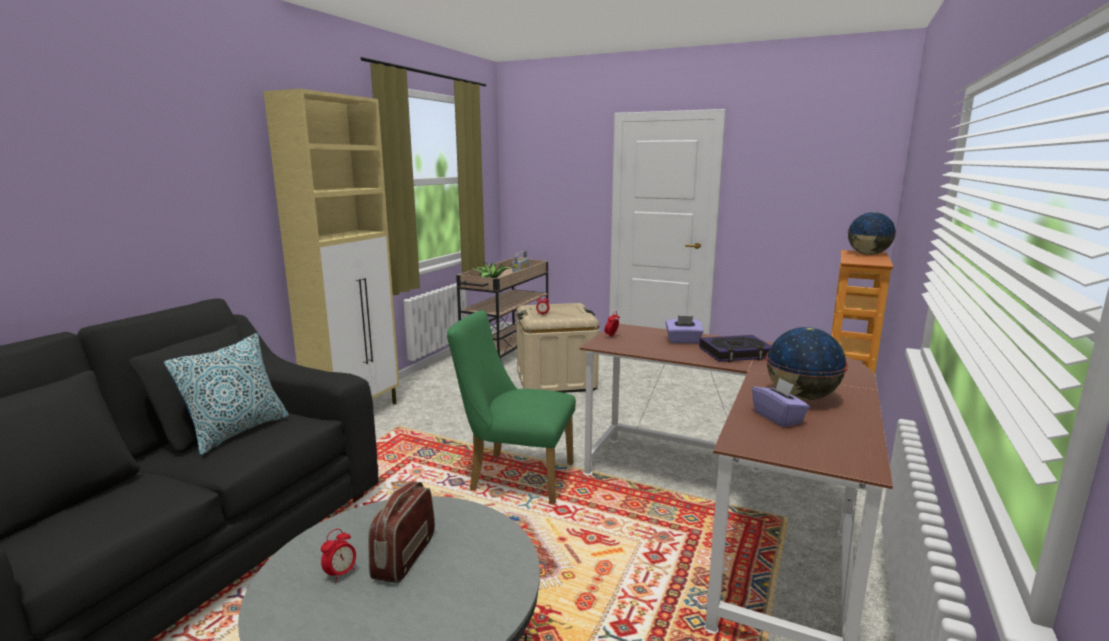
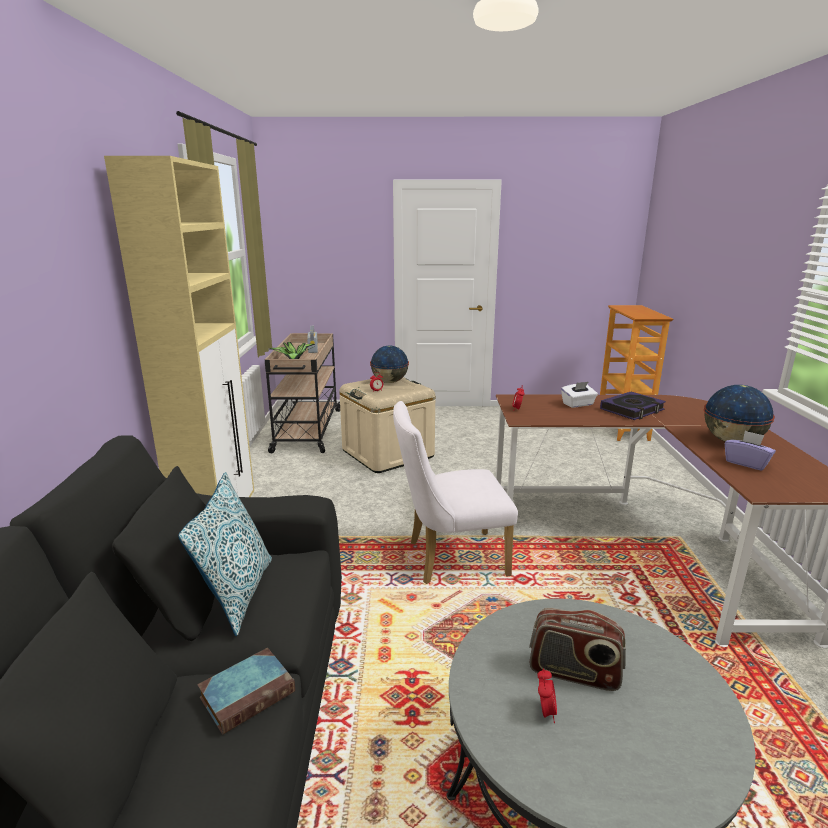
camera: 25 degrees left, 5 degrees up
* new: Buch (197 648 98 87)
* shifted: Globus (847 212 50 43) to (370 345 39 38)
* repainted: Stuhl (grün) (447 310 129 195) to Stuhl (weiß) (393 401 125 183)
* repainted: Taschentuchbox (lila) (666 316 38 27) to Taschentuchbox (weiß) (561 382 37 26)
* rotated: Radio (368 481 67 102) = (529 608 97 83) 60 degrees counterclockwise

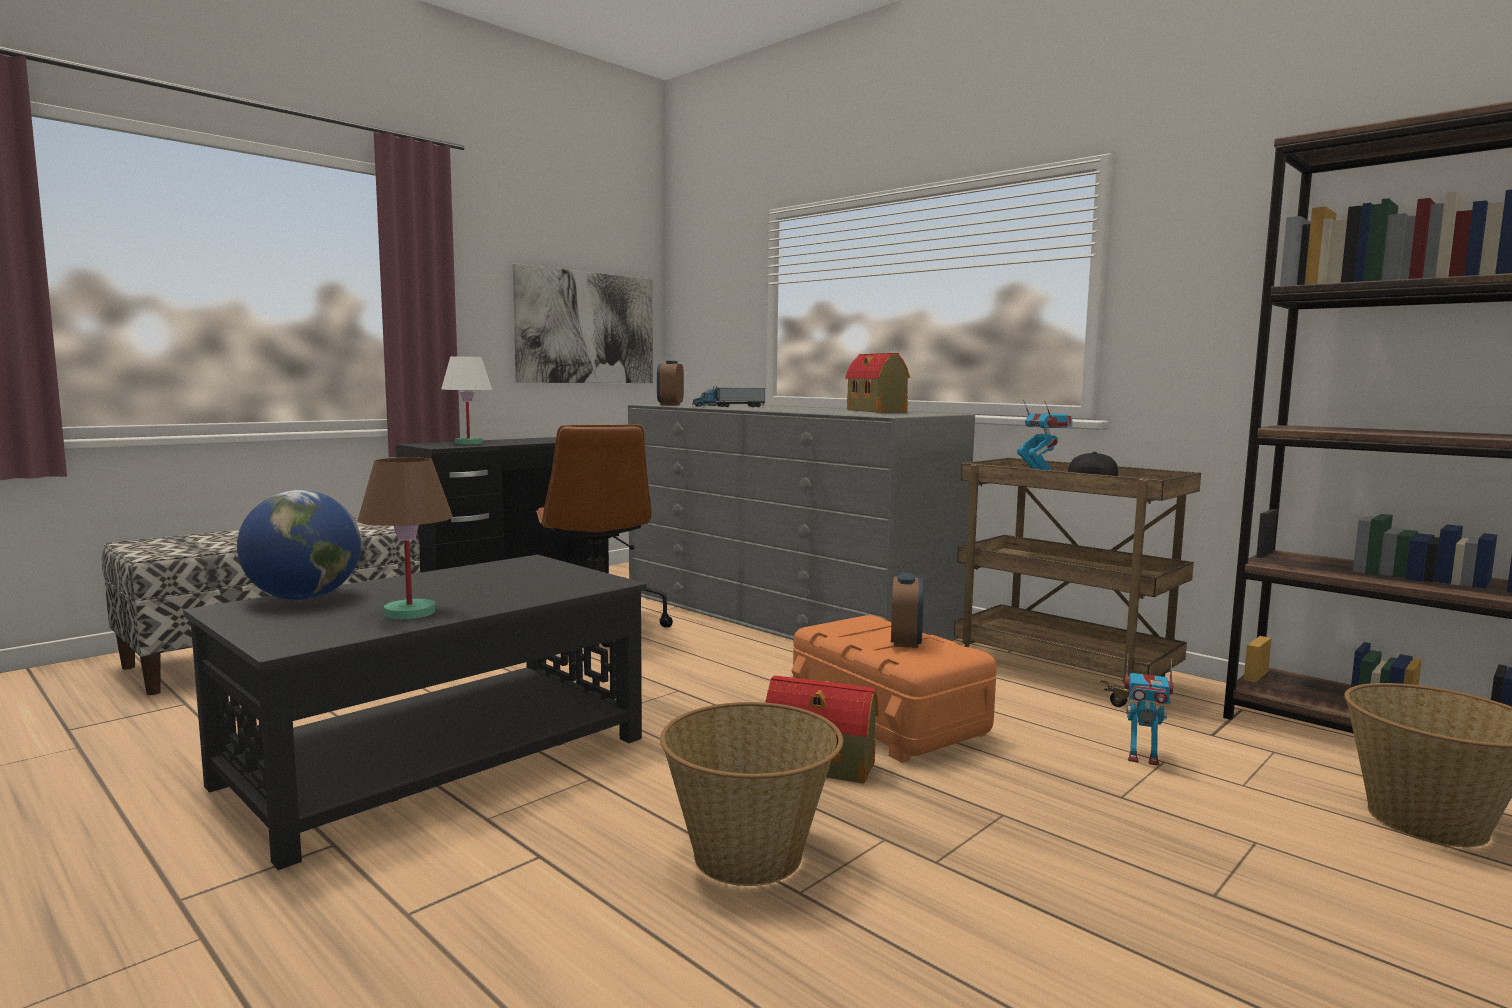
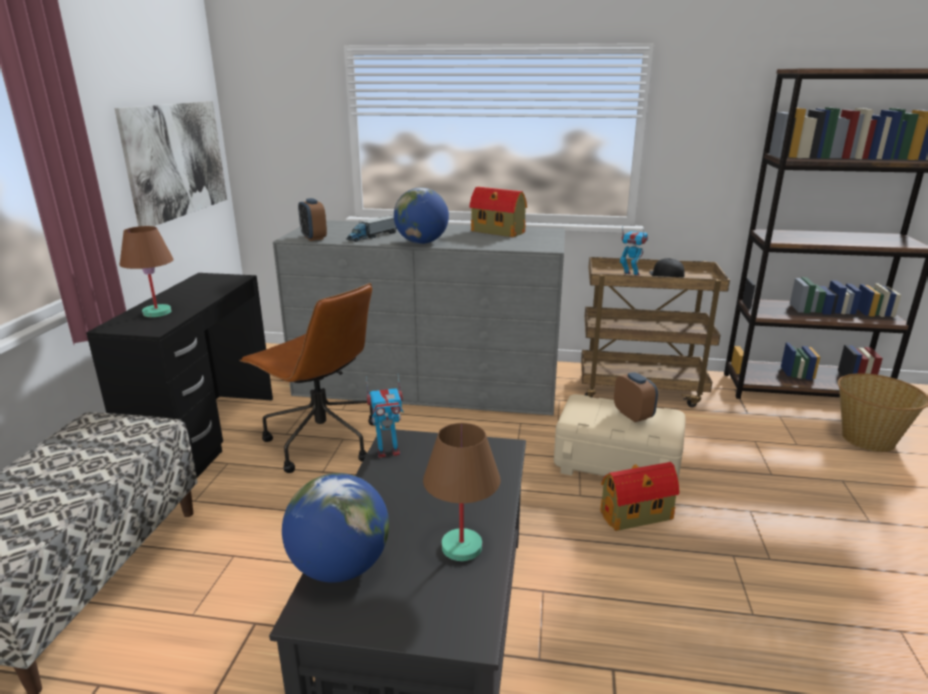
camera: 35 degrees left, 15 degrees up
* gone: Korb (660 702 183 184)
* new: Globus (394 188 55 56)
* shifted: Spielzeugroboter (1124 654 49 112) to (366 376 37 82)
* repainted: Tischlampe (weiß) (441 356 51 88) to Tischlampe (braun) (120 226 54 91)
* repainted: Aufbewahrungsbox (orange) (791 615 206 148) to Aufbewahrungsbox (beige) (554 394 132 86)

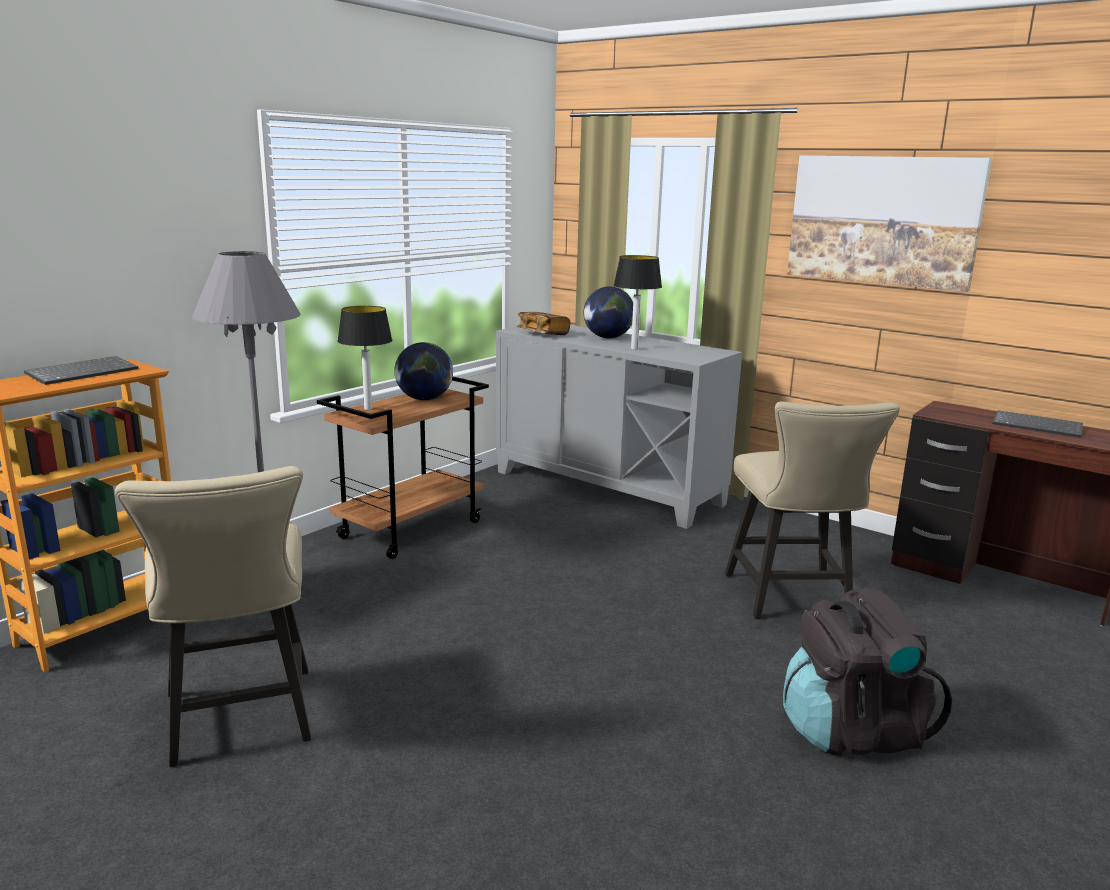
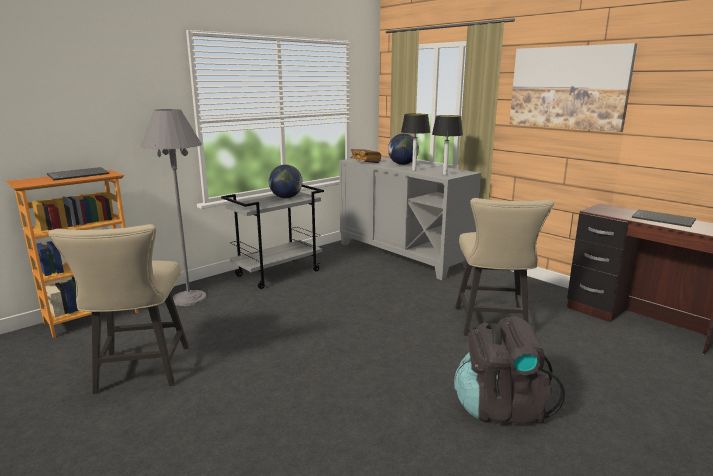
camera: 10 degrees right, 0 degrees up
* shifted: Tischlampe (337 306 55 104) to (432 115 31 60)
* repainted: Rollwagen (braun) (317 377 172 182) to Rollwagen (grau) (221 185 103 104)

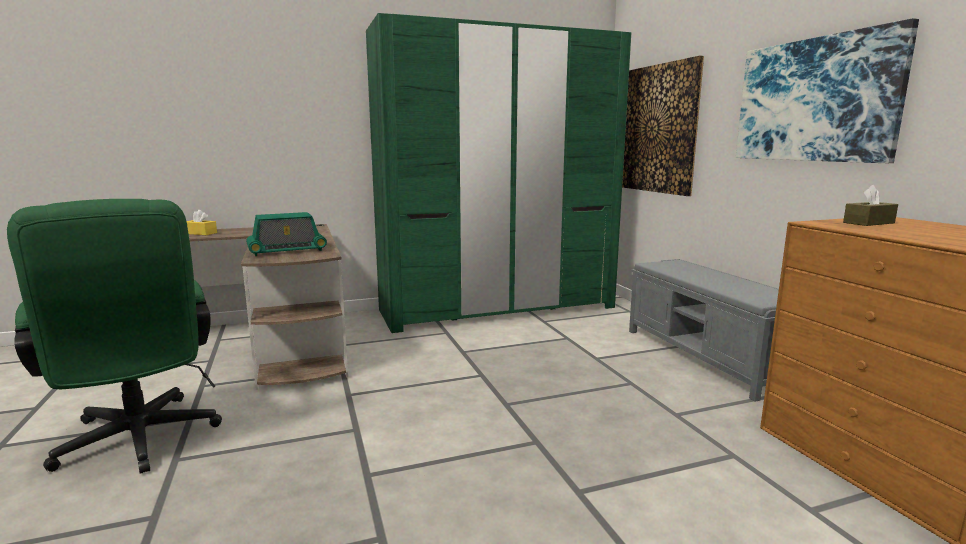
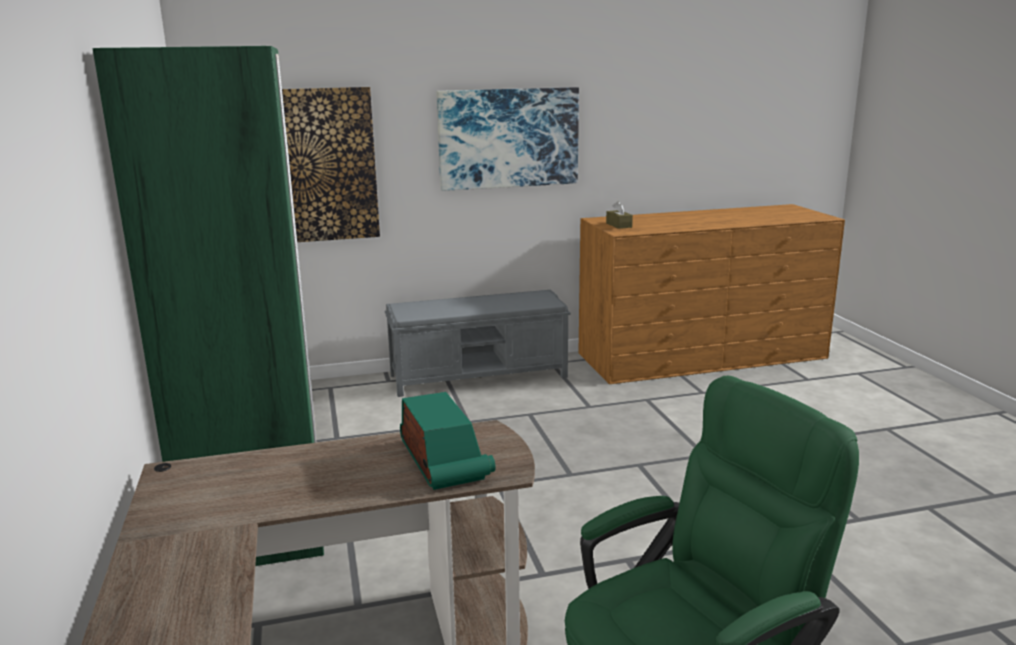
camera: 85 degrees left, 5 degrees up
* gone: Taschentuchbox (gelb) (186 210 31 25)

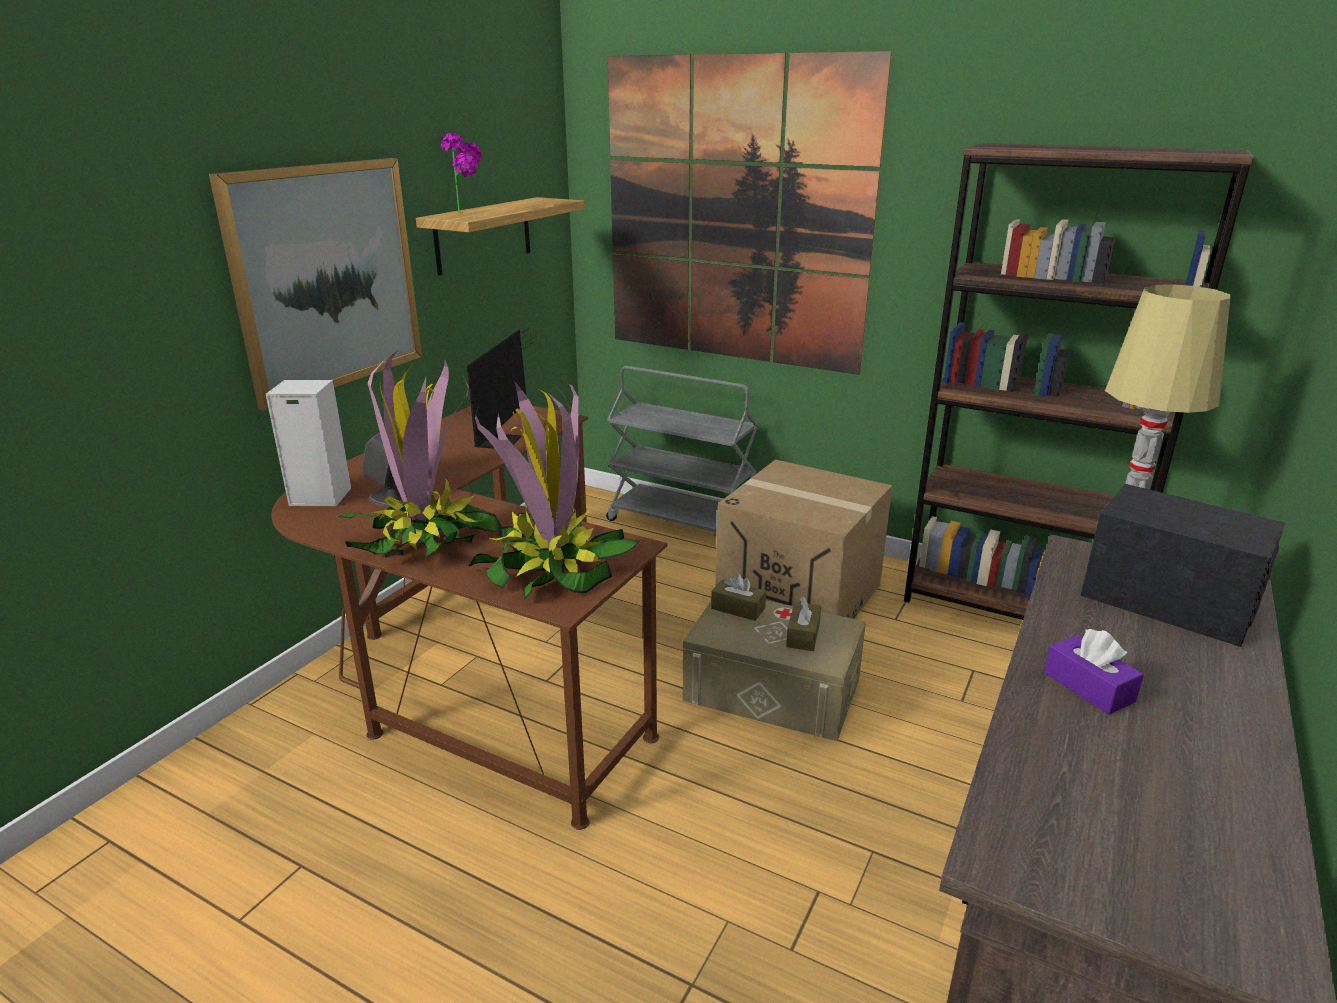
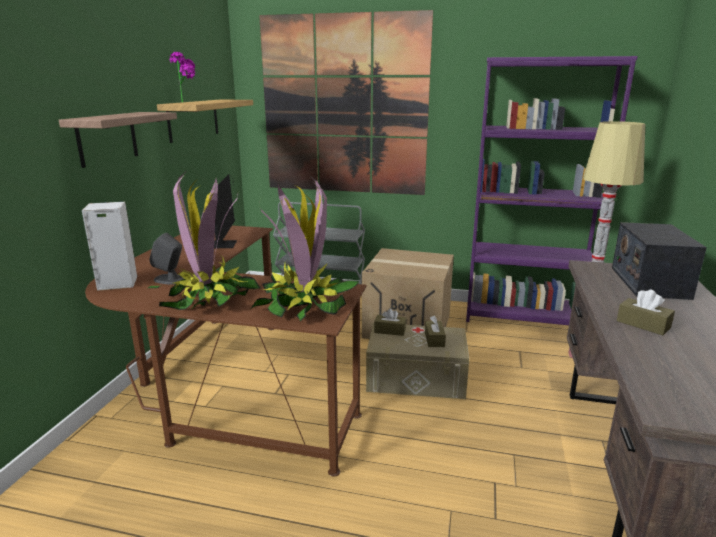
camera: 15 degrees left, 5 degrees down
* swapped: Bild (209 158 213 253) to Wandregal (59 112 118 56)
* repainted: Bücherregal (braun) (904 143 350 477) to Bücherregal (lila) (466 56 172 269)
* repainted: Taschentuchbox (lila) (1044 629 100 86) to Taschentuchbox (braun) (617 290 58 45)
* rotated: Radio (1081 484 205 163) = (612 222 95 78) 105 degrees counterclockwise

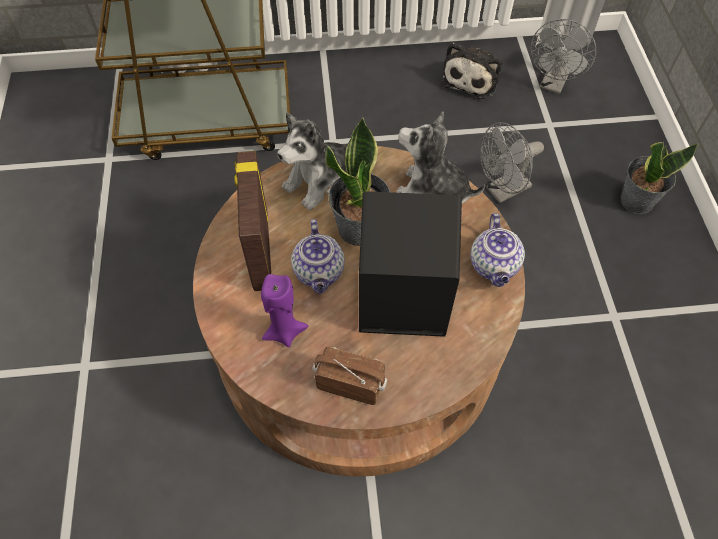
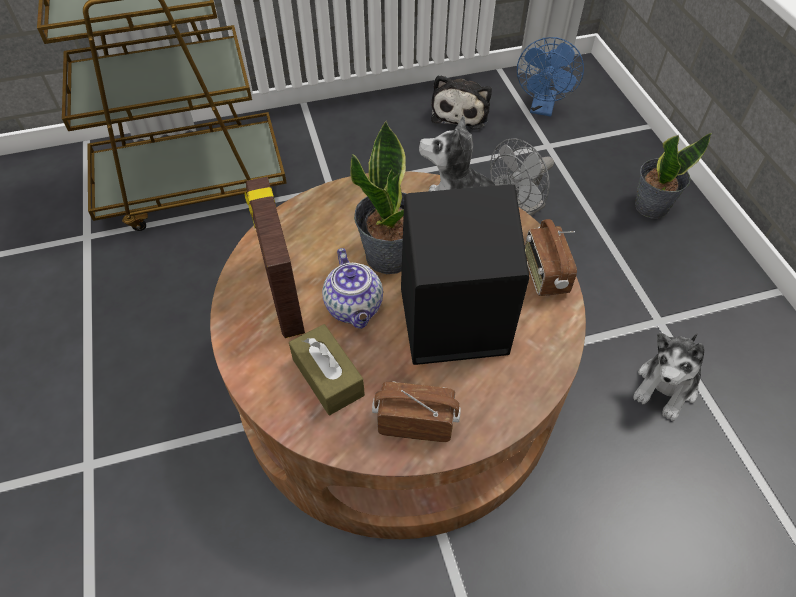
camera: 10 degrees left, 5 degrees down
* shifted: Plüschtier (278 112 71 98) to (633 332 71 89)
* swapped: Kerze (lila) (261 274 47 73) to Taschentuchbox (braun) (289 324 76 91)
* swapped: Teekanne (471 213 54 74) to Radio (525 219 52 77)
* repainted: Ventilator (grau) (530 19 66 75) to Ventilator (blau) (517 37 67 79)

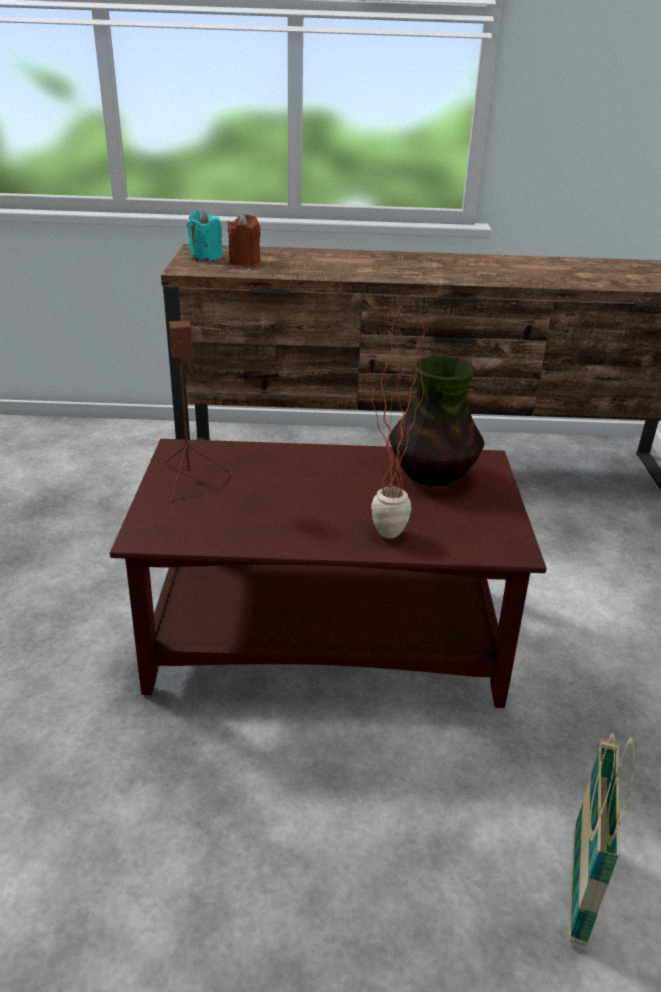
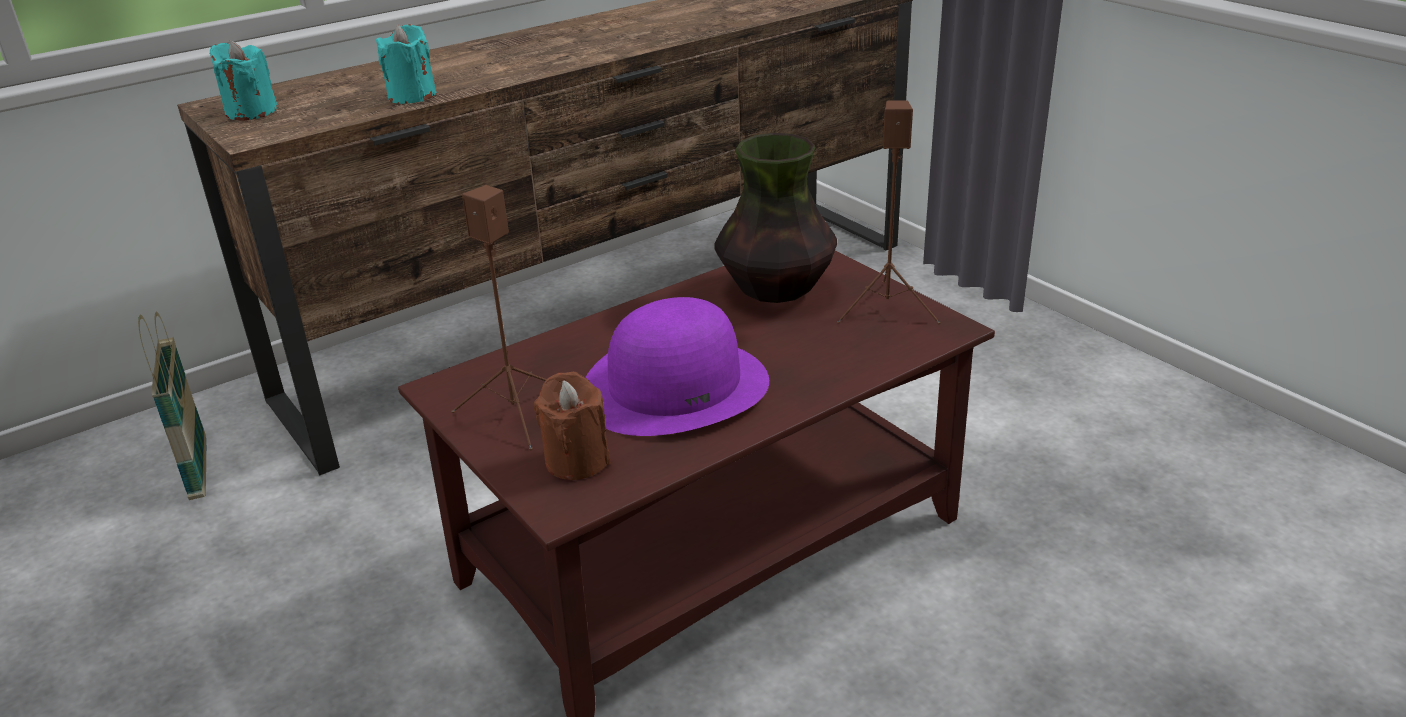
camera: 35 degrees left, 0 degrees up
* gone: Topfpflanze (364 300 66 238)
* new: Kerze (türkis) (376 24 60 80)
* new: Hut (lila) (585 297 184 139)
* new: Lautsprecher (braun) (837 100 104 224)
* shifted: Kerze (braun) (227 213 34 52) to (534 372 76 108)
* shifted: Korb (569 733 65 214) to (138 312 68 188)

